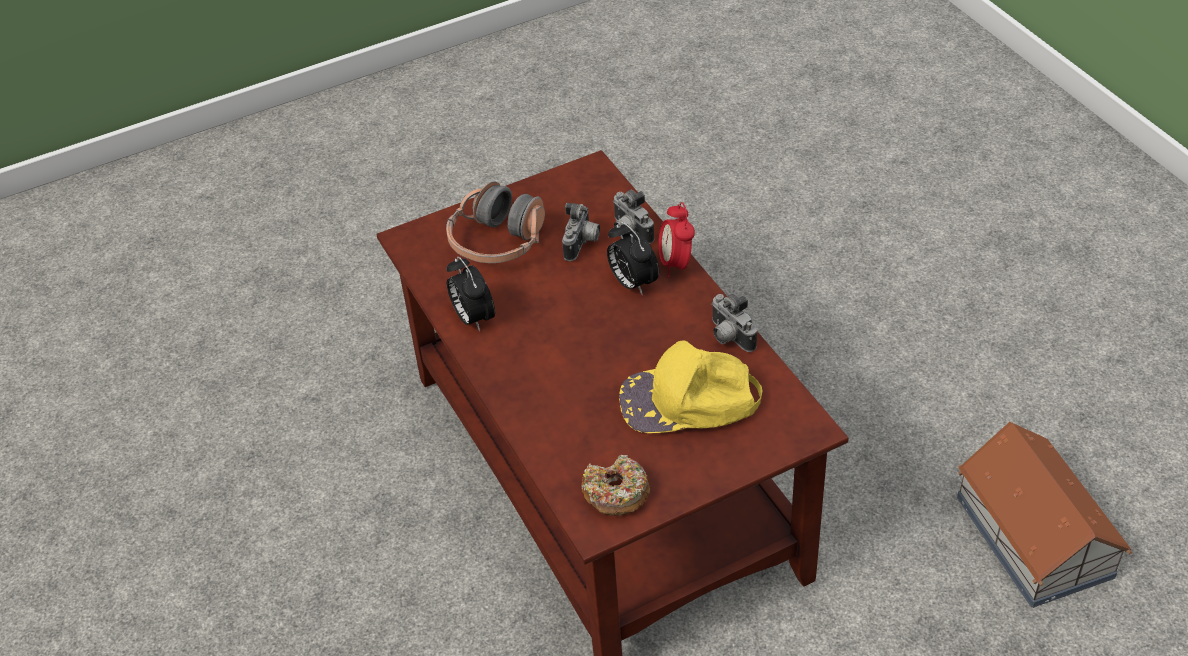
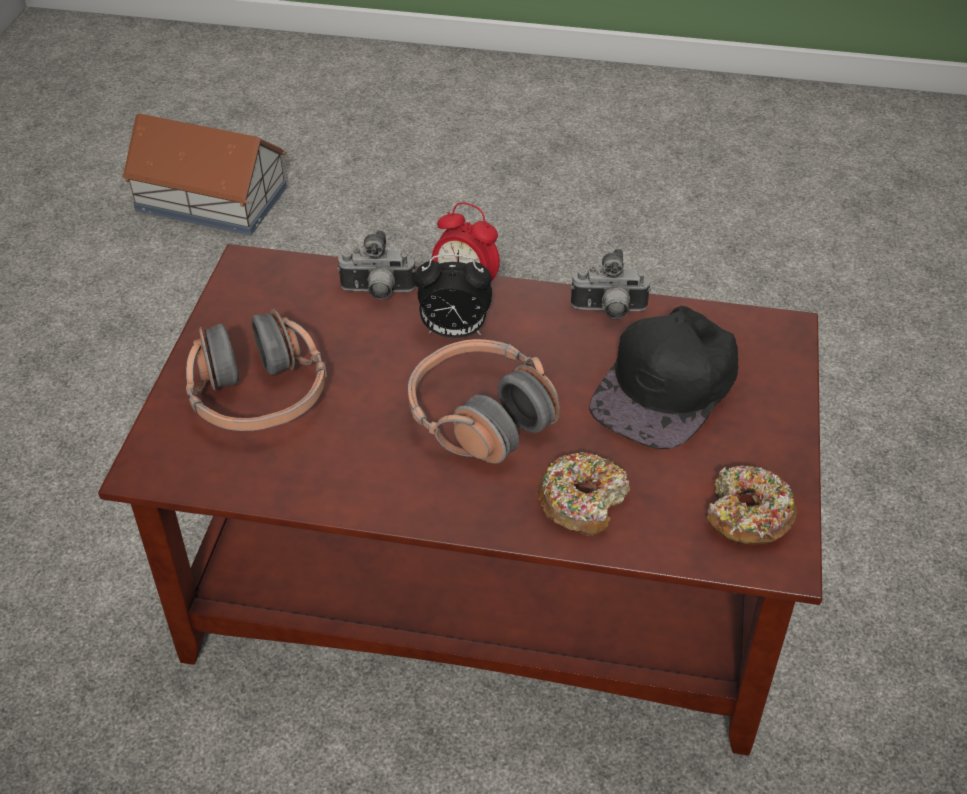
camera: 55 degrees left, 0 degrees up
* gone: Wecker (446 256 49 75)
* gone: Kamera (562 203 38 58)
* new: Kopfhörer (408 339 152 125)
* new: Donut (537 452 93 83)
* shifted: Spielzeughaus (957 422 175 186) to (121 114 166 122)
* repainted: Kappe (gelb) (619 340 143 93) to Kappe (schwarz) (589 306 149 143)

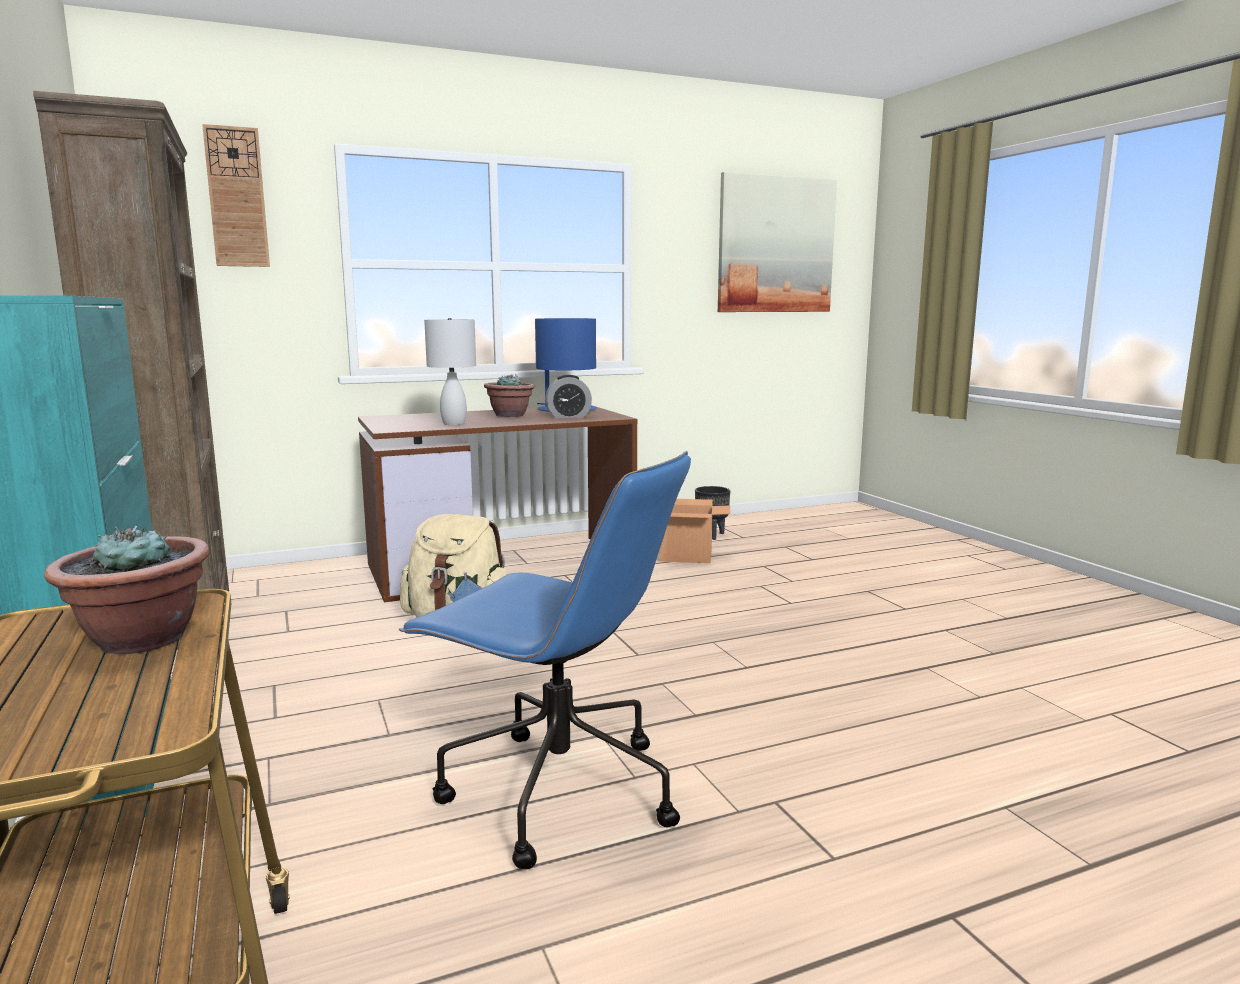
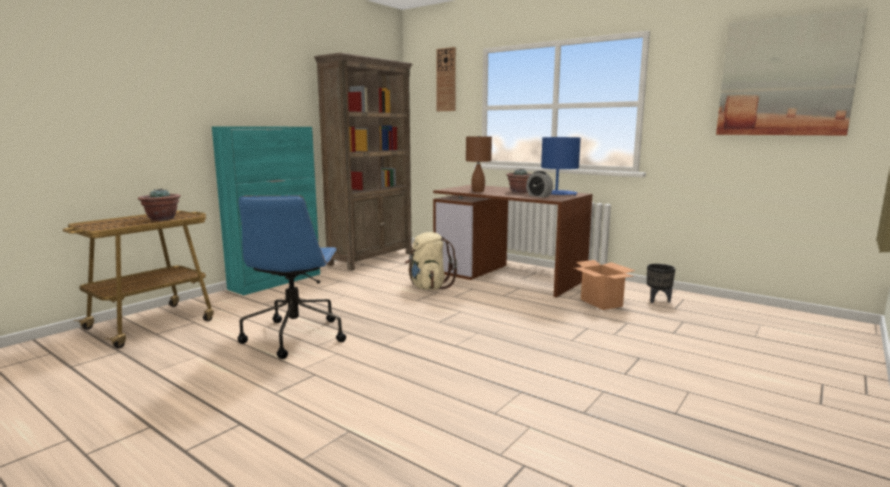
camera: 60 degrees right, 0 degrees up
* repainted: Tischlampe (weiß) (424 318 52 107) to Tischlampe (braun) (466 136 26 56)

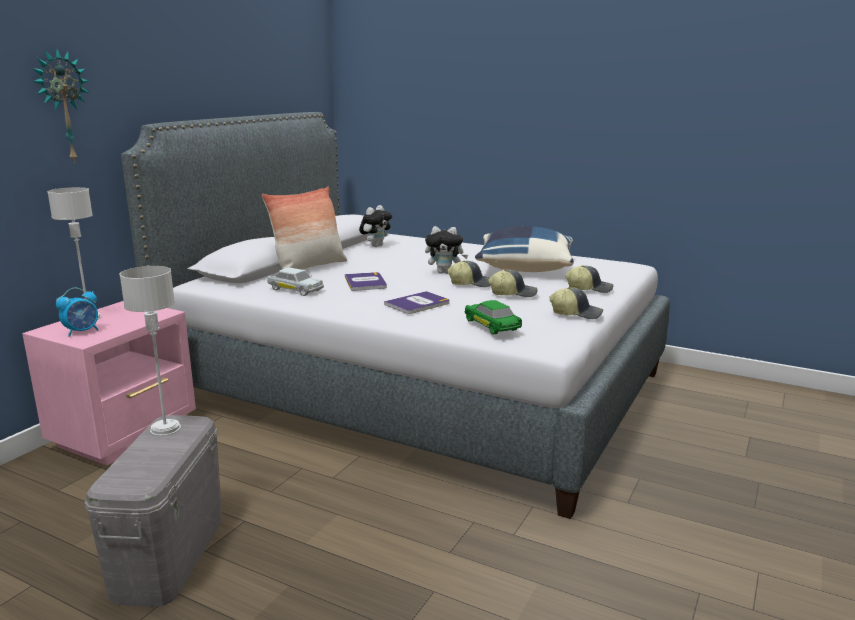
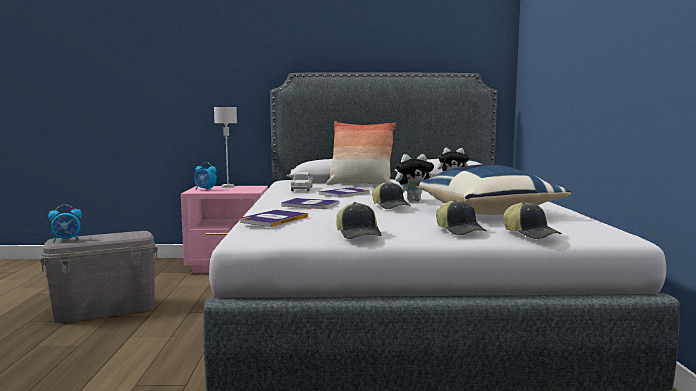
camera: 60 degrees right, 10 degrees down
* gone: Wanduhr (32 49 57 115)
* gone: Tischlampe (grau) (120 266 61 170)
* new: Wecker (48 204 34 38)
* shifted: Kappe (488 270 50 27) to (503 202 59 37)
* swapped: Spielzeugauto (grün) (464 300 58 35) to Buch (240 210 68 17)
* rotated: Plüschtier (425 226 43 48) = (395 154 39 47) 75 degrees counterclockwise

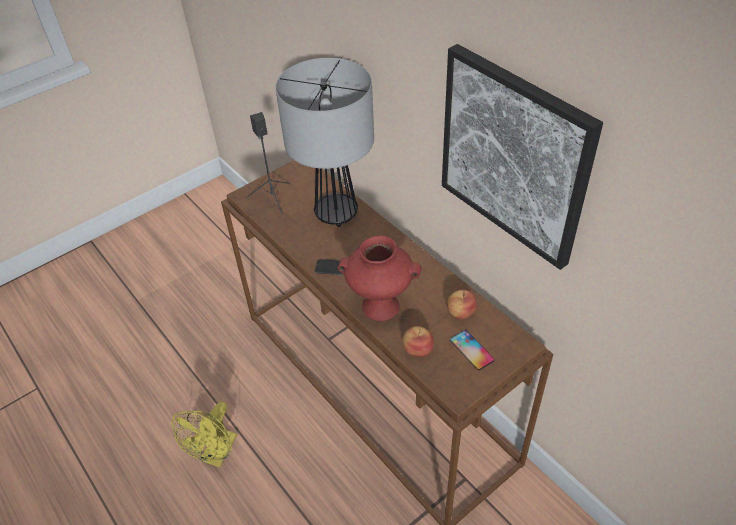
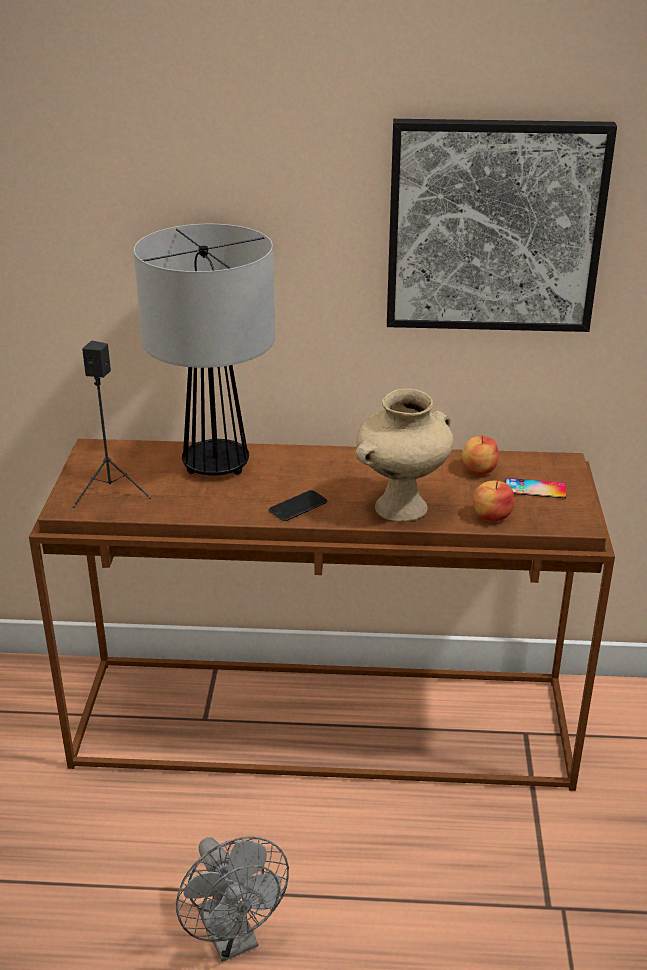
camera: 50 degrees left, 15 degrees down
* repainted: Ventilator (gelb) (171 402 66 66) to Ventilator (grau) (176 837 113 125)
* repainted: Vase (rot) (338 236 83 85) to Vase (beige) (356 388 98 134)

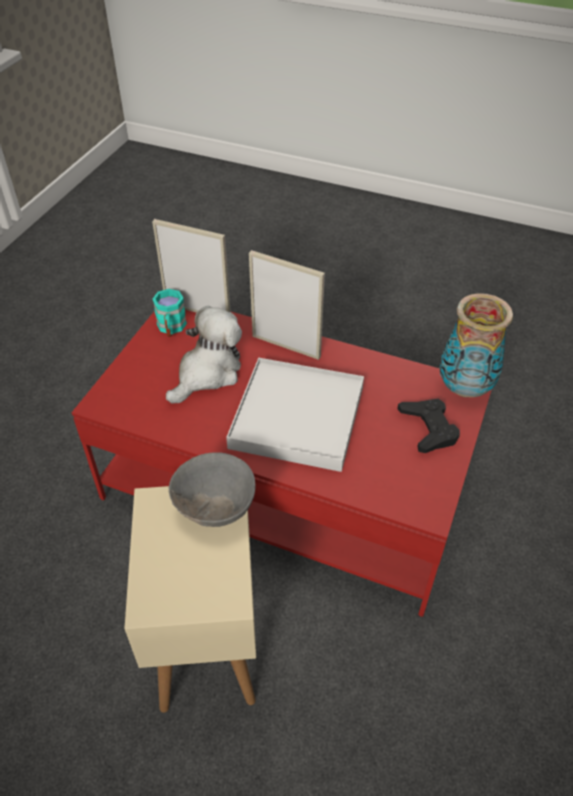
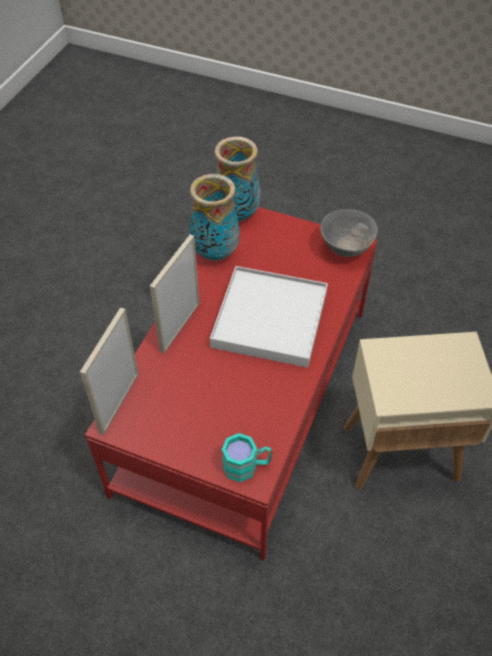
camera: 90 degrees left, 5 degrees up
* gone: Plüschtier (166 306 76 98)
* gone: Gamepad (schwarz) (397 399 63 54)
* new: Vase (190 174 50 86)
* shifted: Henkelbecher (türkis) (153 289 34 48) to (222 433 51 49)
* shifted: Schüssel (grau) (168 452 88 75) to (320 209 58 48)

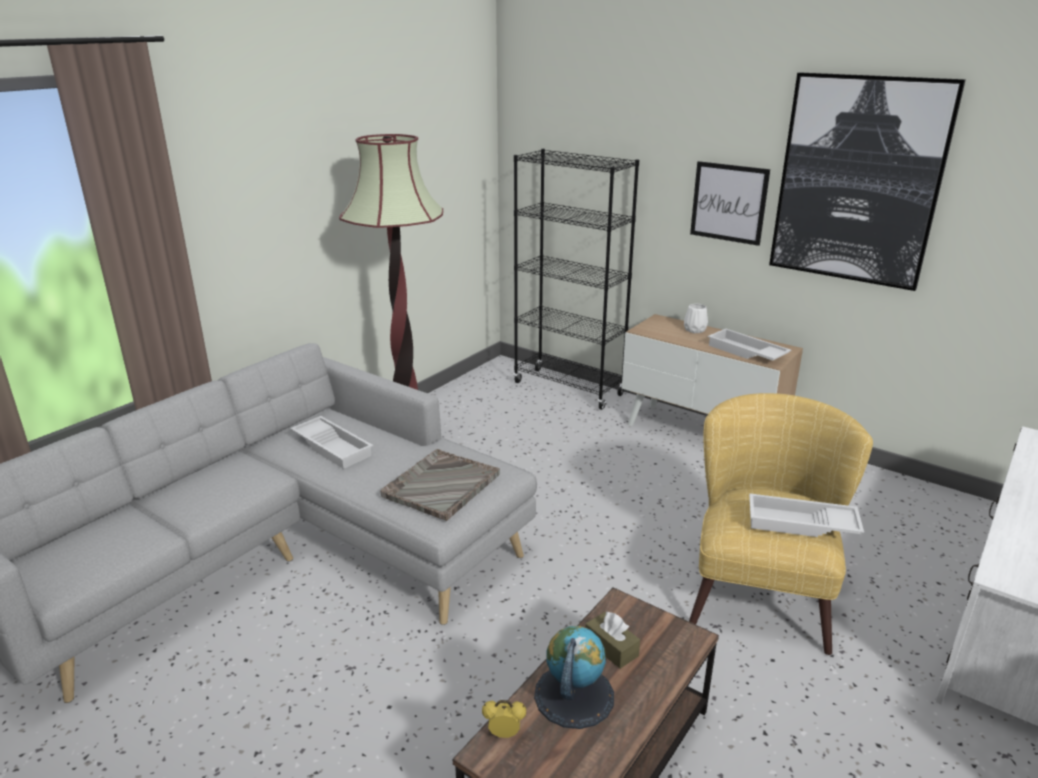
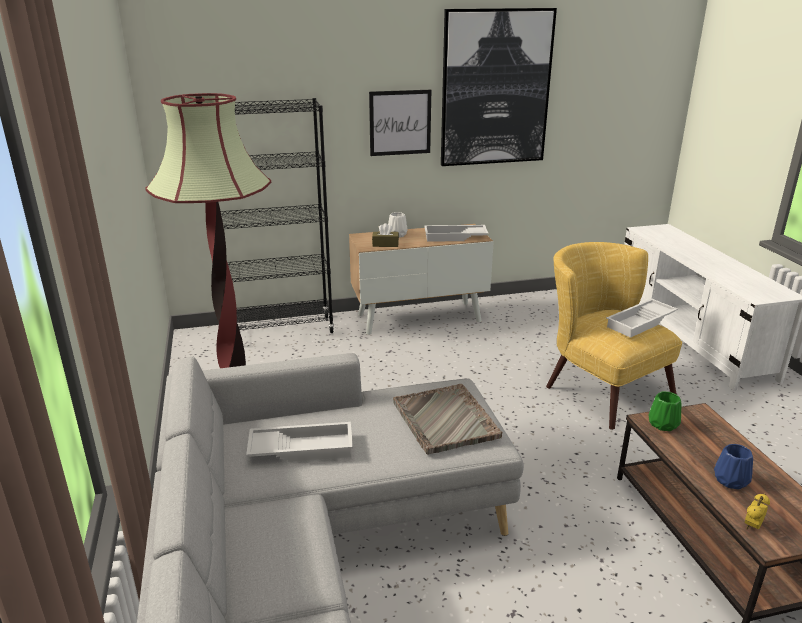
camera: 50 degrees left, 0 degrees up
* new: Vase (grün) (648 392 33 39)
* shifted: Taschentuchbox (braun) (586 612 54 57) to (372 223 27 24)
* swapped: Globus (534 626 80 103) to Vase (blau) (714 444 39 45)

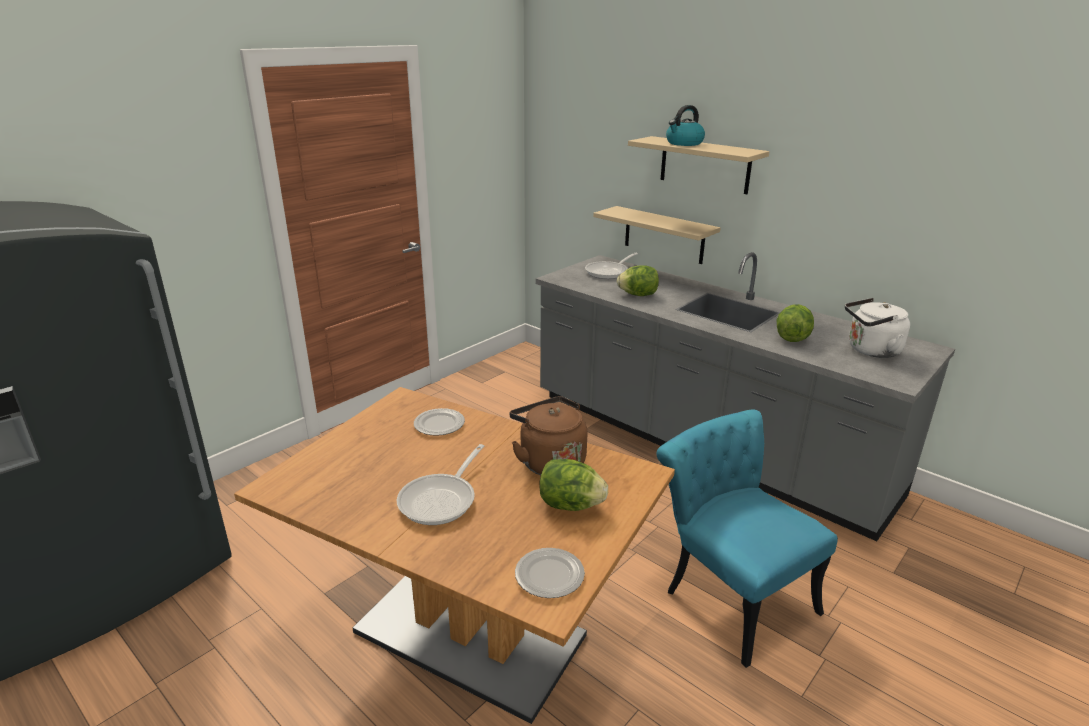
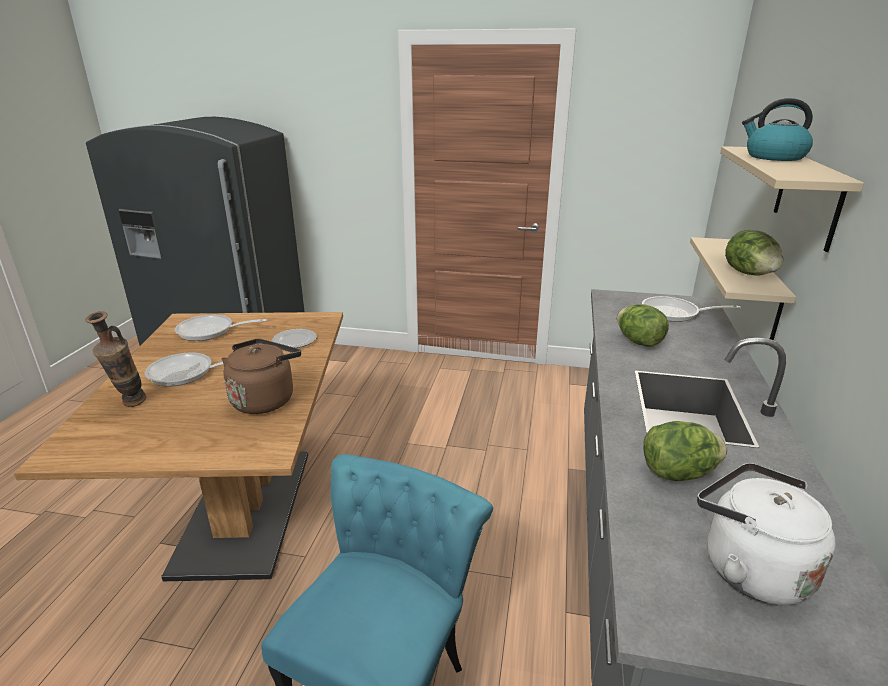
camera: 60 degrees right, 0 degrees up
* gone: Teller (515 548 70 50)
* new: Vase (85 311 61 96)
* new: Pfanne (175 315 92 26)
* shifted: Salatkopf (539 459 69 52) to (725 230 58 46)

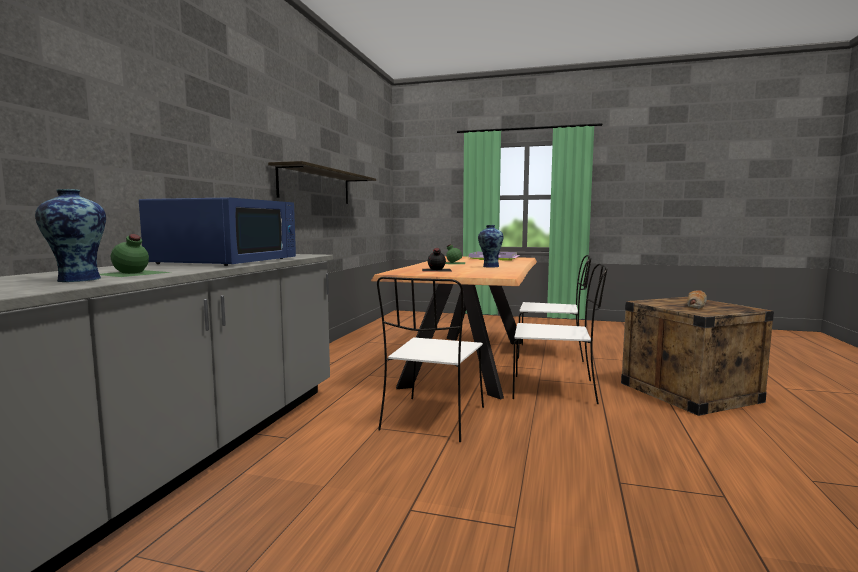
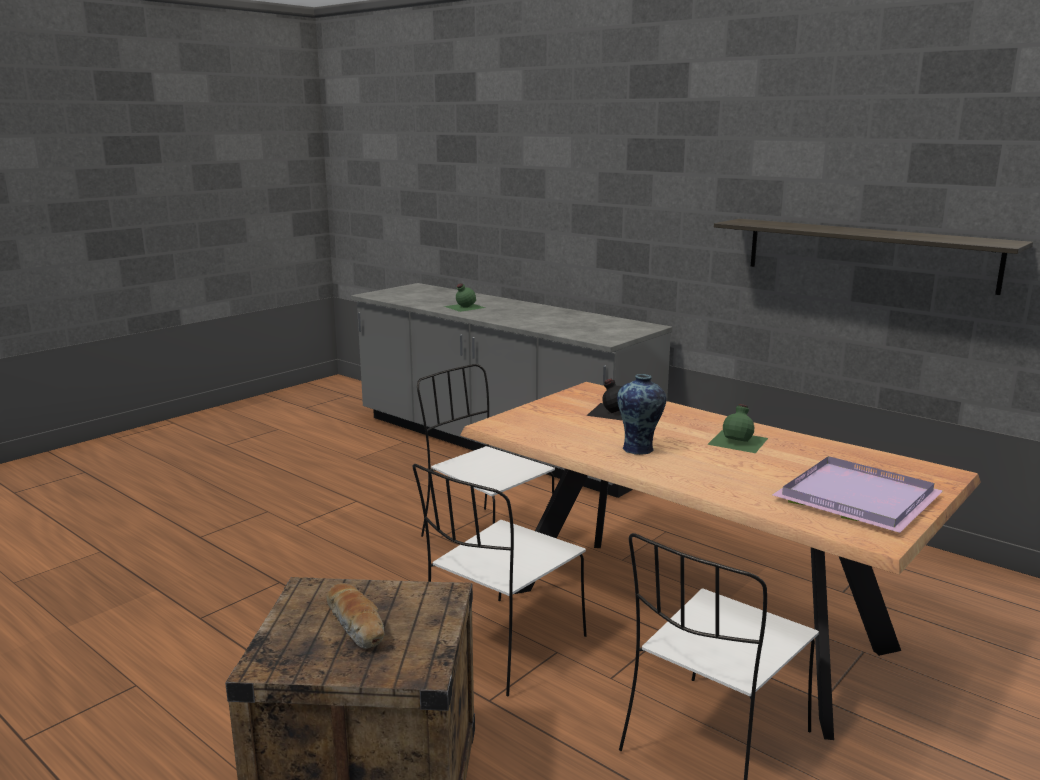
camera: 115 degrees right, 10 degrees up
* gone: Vase (35 189 71 93)
* gone: Mikrowelle (blau) (139 197 157 69)

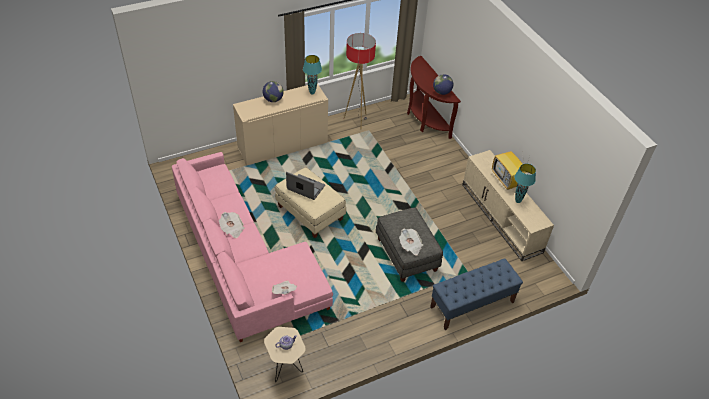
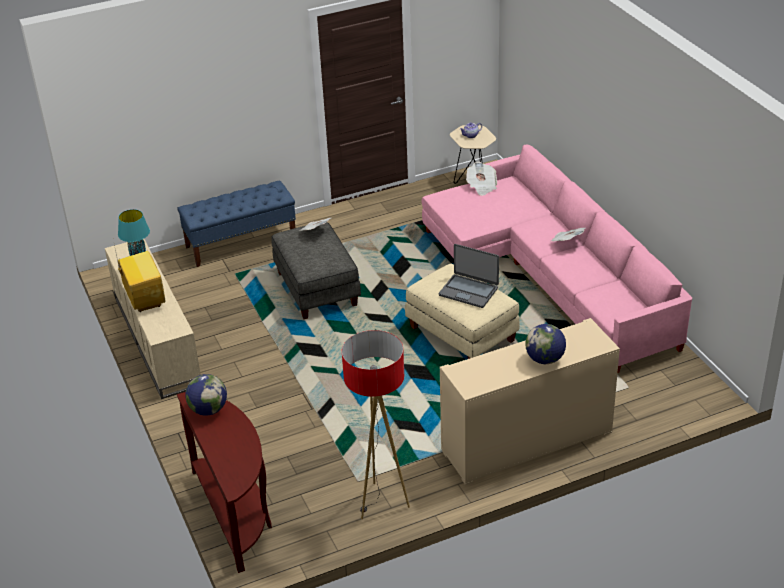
camera: 175 degrees left, 10 degrees down
* gone: Tischlampe (türkis) (303 55 19 39)

